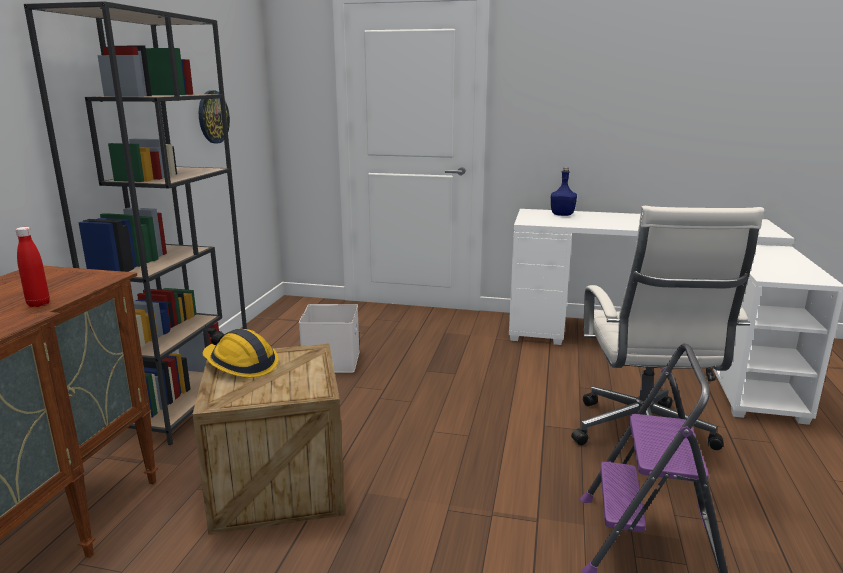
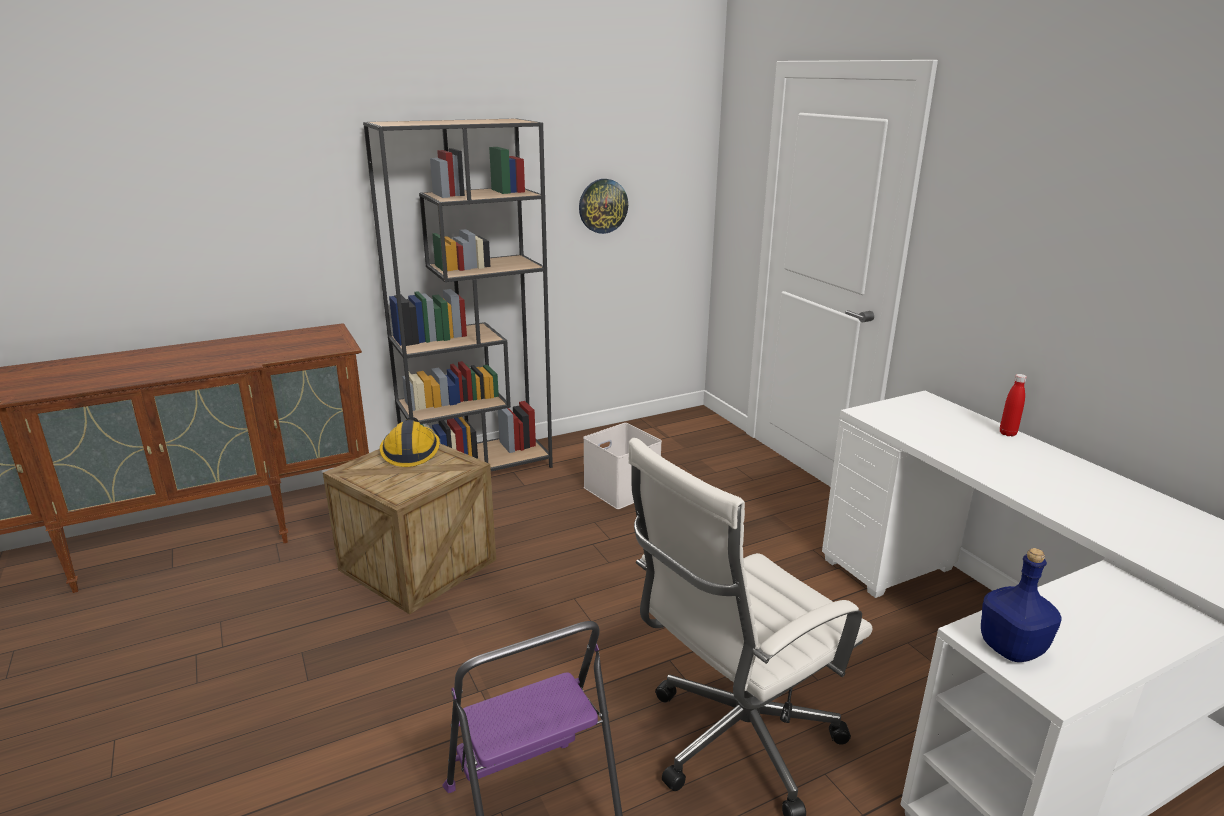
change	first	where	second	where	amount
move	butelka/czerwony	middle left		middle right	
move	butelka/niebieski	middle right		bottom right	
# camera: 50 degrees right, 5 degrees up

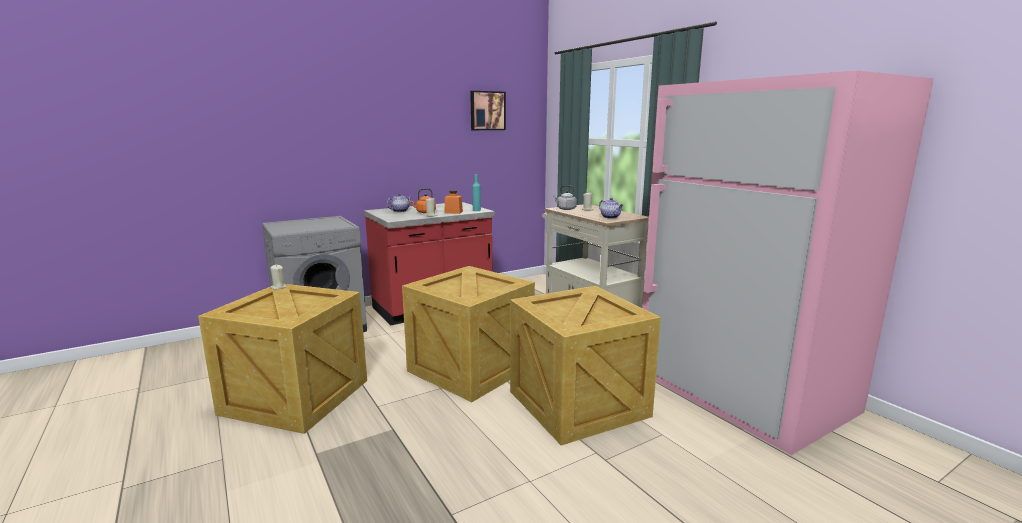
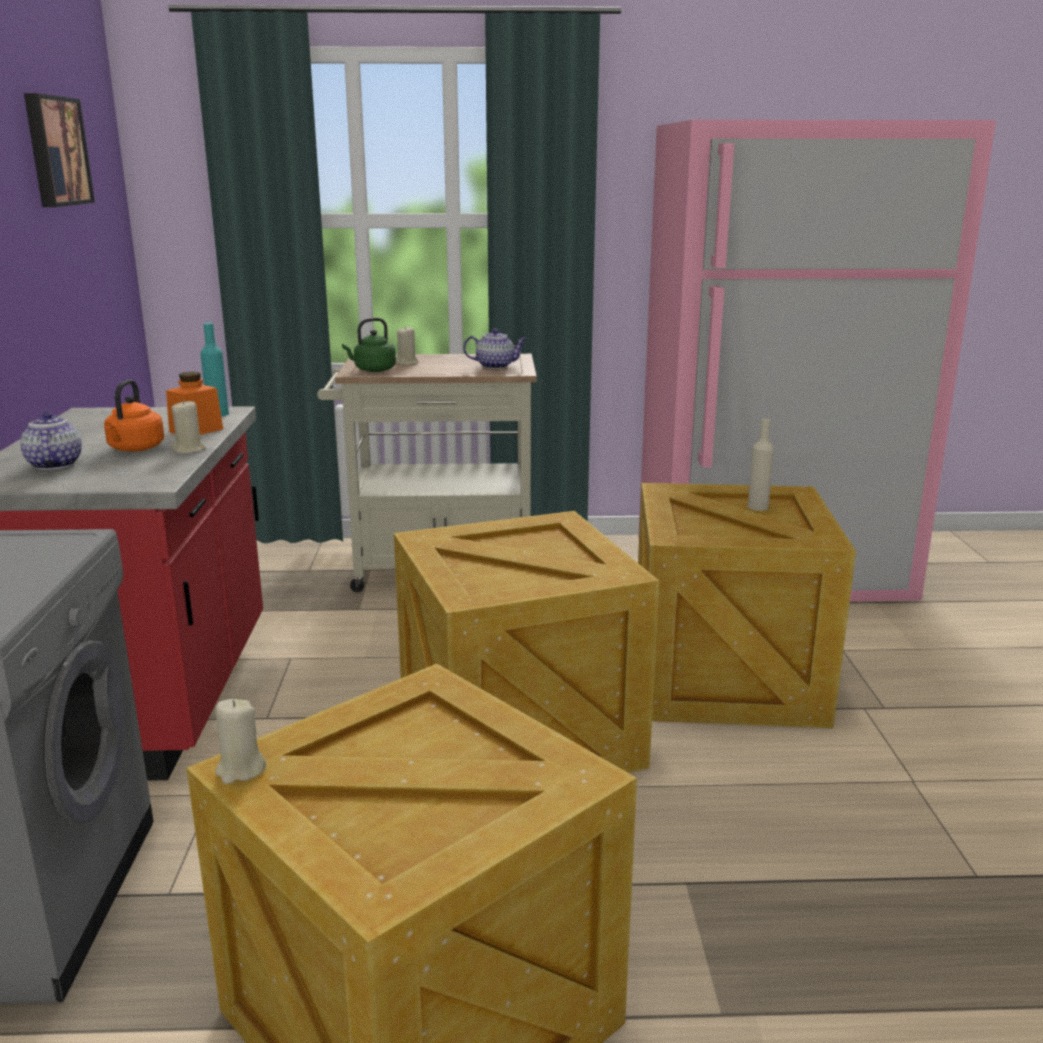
change	first	where	second	where	amount
recolor	czajnik/szary	centre	czajnik/zielony	top centre	
insert			butelka/beżowy	middle right	
# camera: 60 degrees left, 5 degrees up

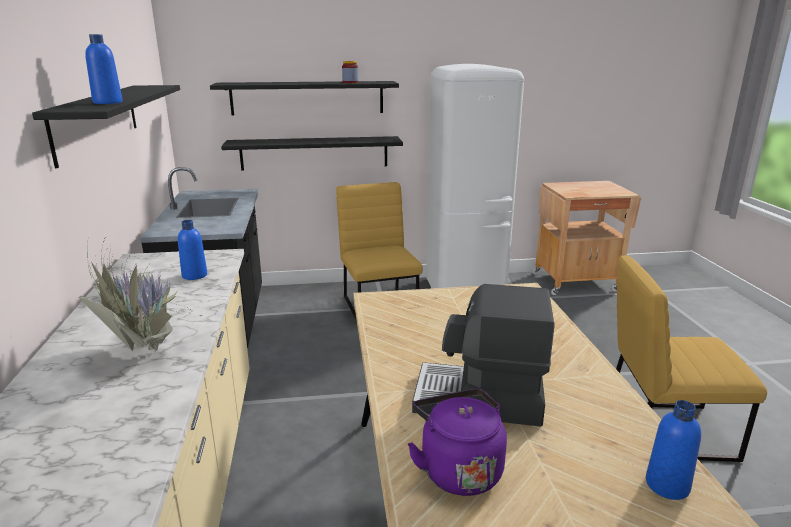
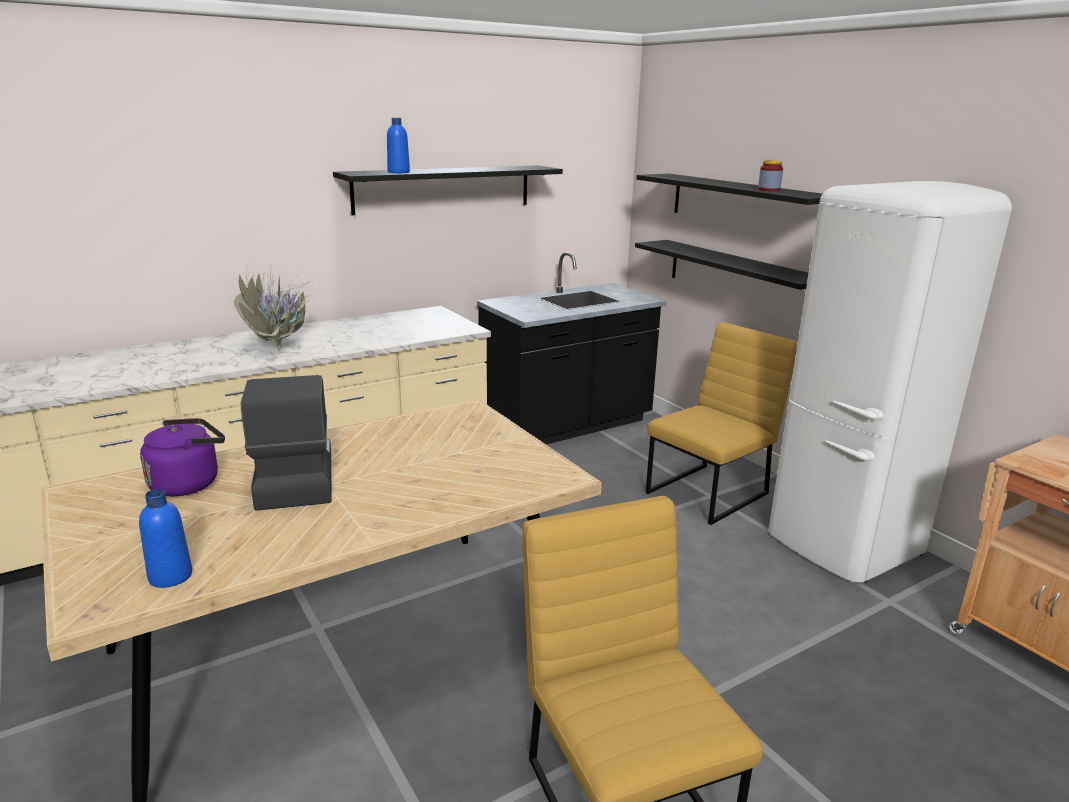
change	first	where	second	where	amount
delete	butelka/niebieski (2nd from left)	middle left			
# camera: 65 degrees right, 0 degrees up

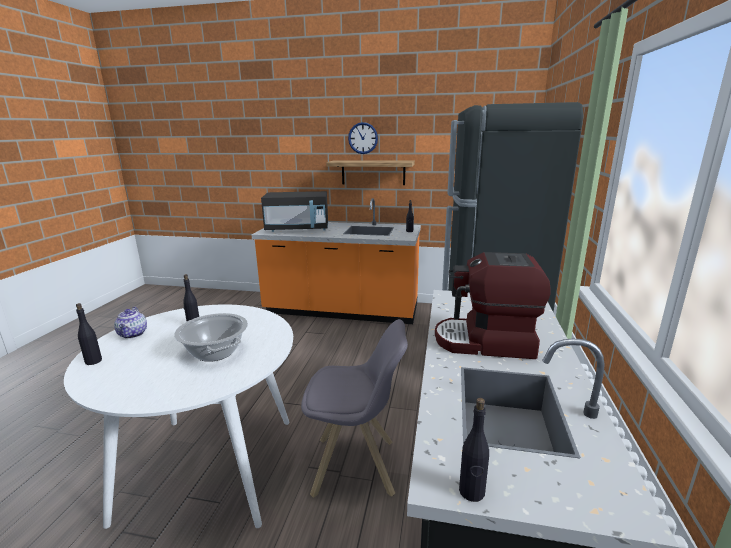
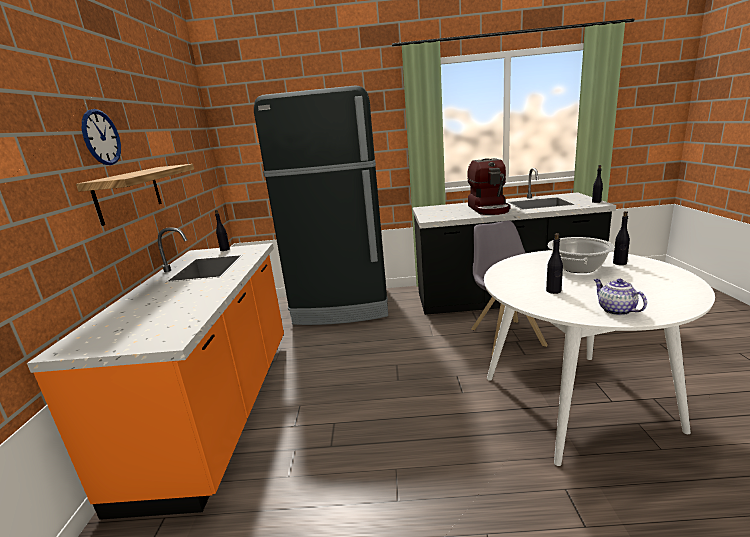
change	first	where	second	where	amount
move	butelka/czarny (1st from left in the first image)	middle left	butelka/czarny (4th from left)	middle right	
rotate	imbryk	middle left		middle right	90 degrees counterclockwise
delete	mikrofalówka/czarny	centre			
# camera: 100 degrees left, 0 degrees up

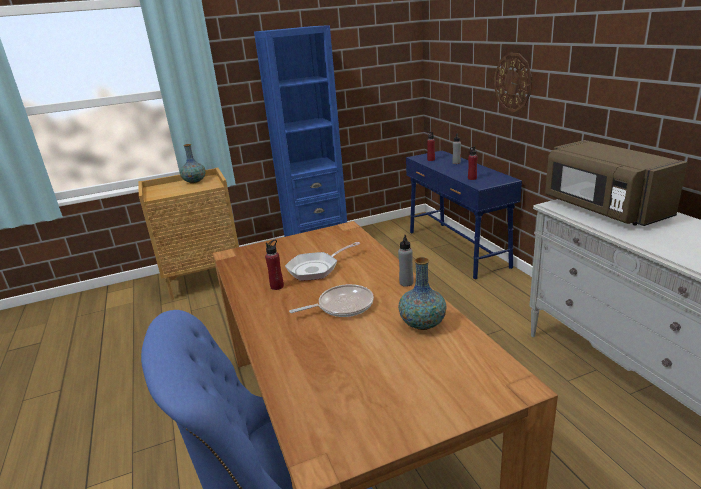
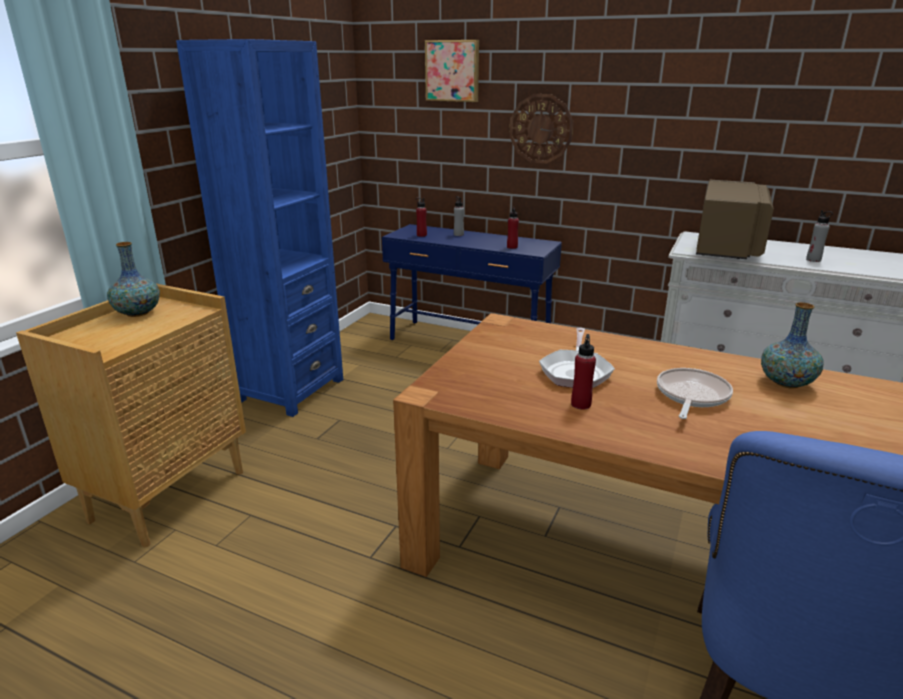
change	first	where	second	where	amount
move	butelka/szary (1st from left in the first image)	centre	butelka/szary (2nd from left)	middle right	
rotate	mikrofalówka/brązowy	middle right		top right	90 degrees counterclockwise
insert			obraz	top centre	
# camera: 45 degrees left, 0 degrees up

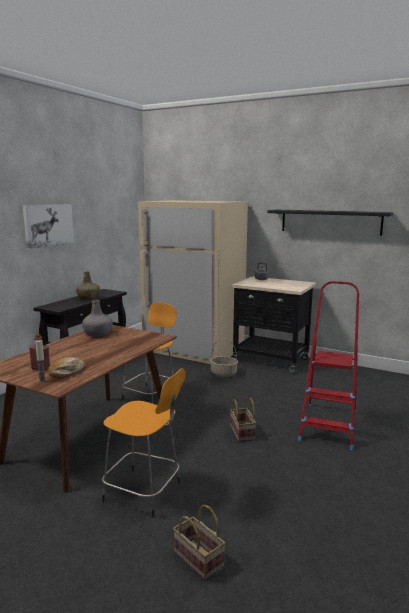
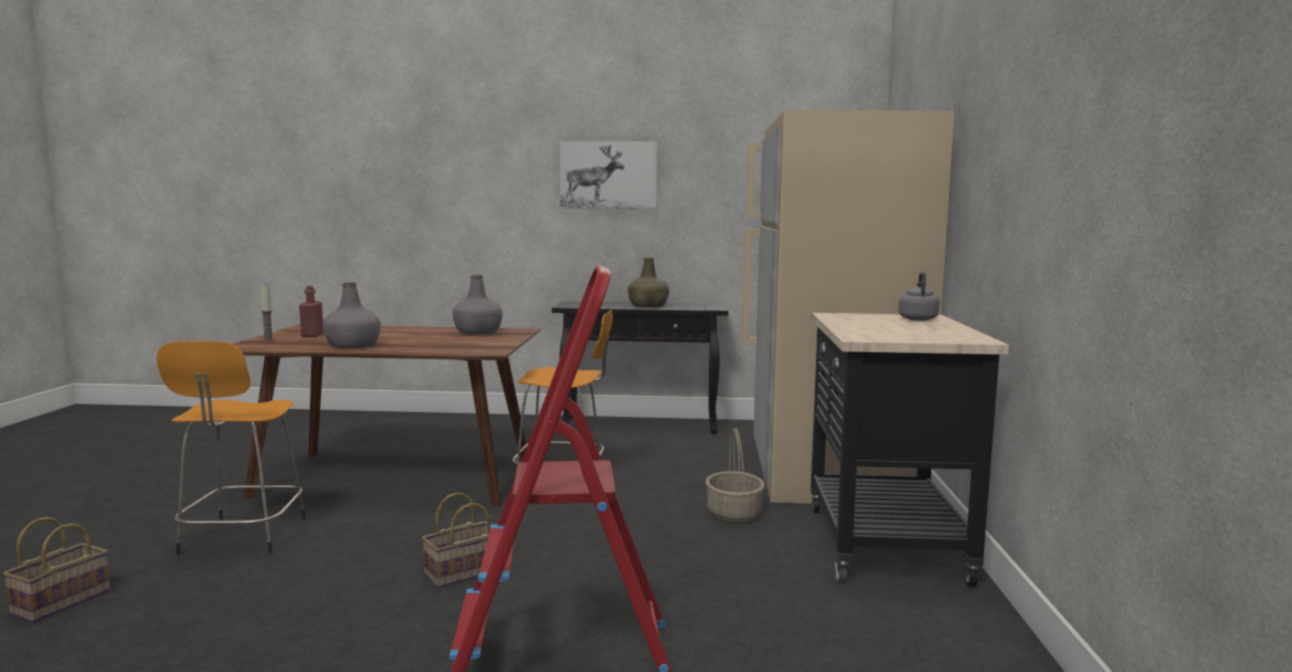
change	first	where	second	where	amount
delete	chleb	middle left			
delete	półka/czarny	middle right			
insert			butelka/szary (1st from left)	middle left	
# camera: 65 degrees right, 5 degrees down

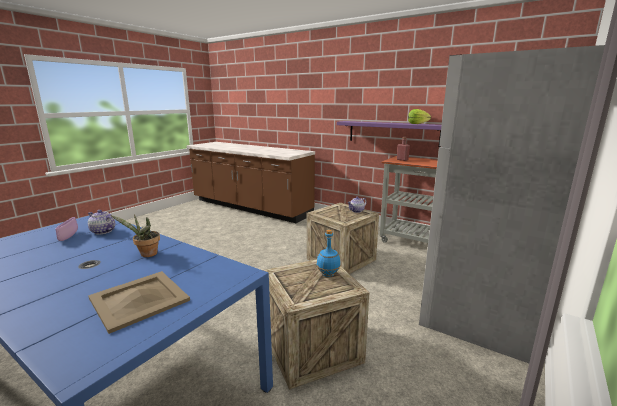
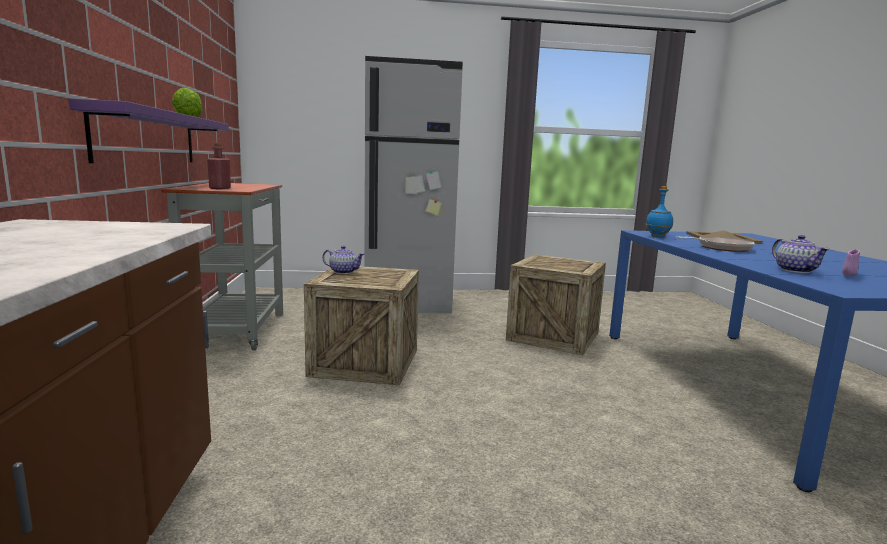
change	first	where	second	where	amount
replace	roślina doniczkowa	middle left	patelnia	middle right	
move	butelka/niebieski	centre		middle right	
# camera: 130 degrees left, 5 degrees down

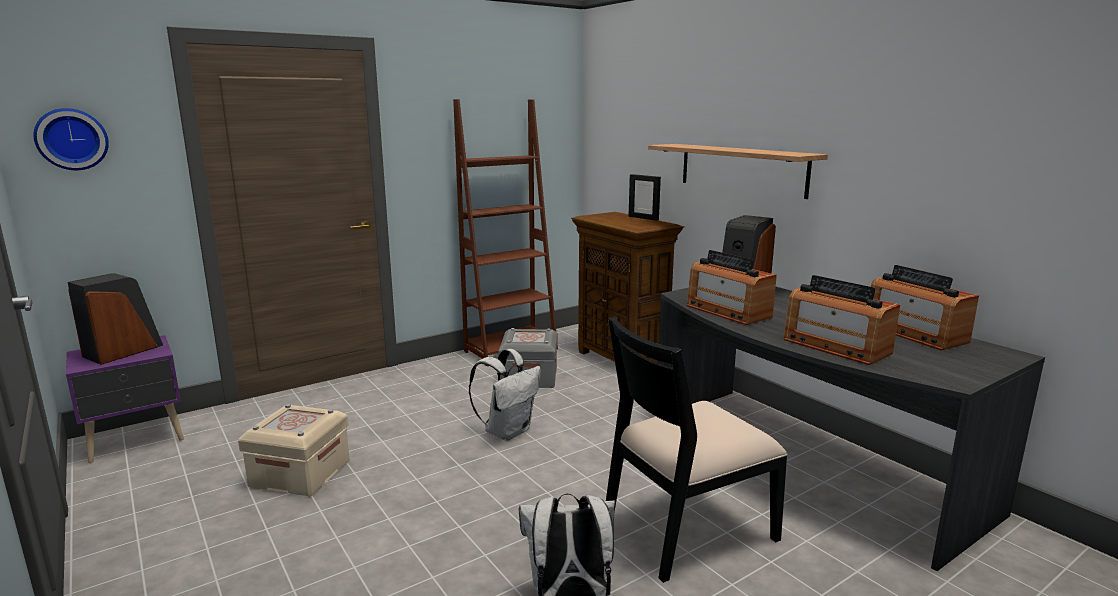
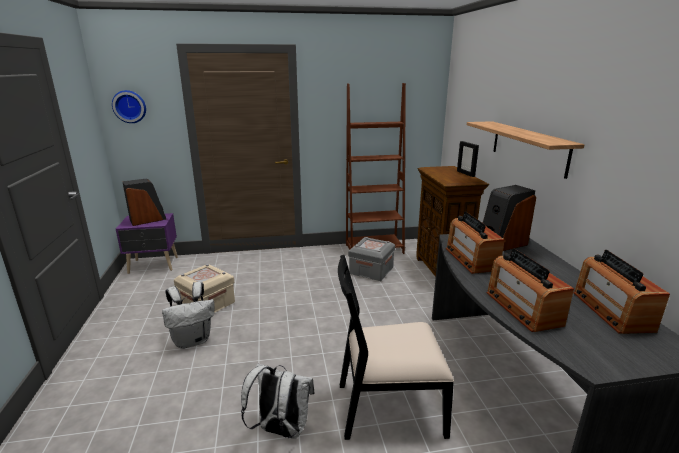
change	first	where	second	where	amount
move	plecak/biały (1st from left)	centre		bottom left	
# camera: 25 degrees right, 5 degrees up

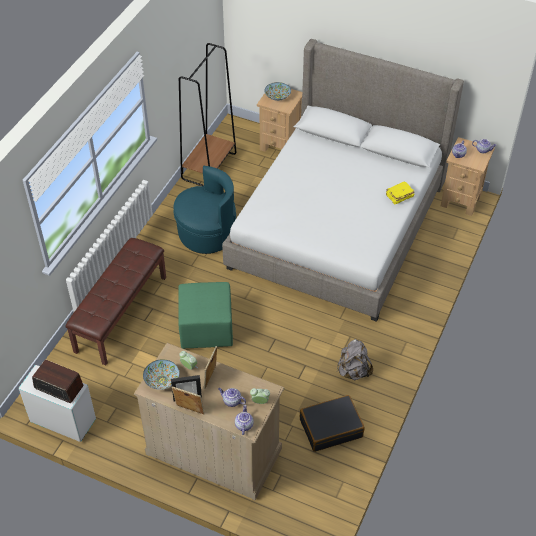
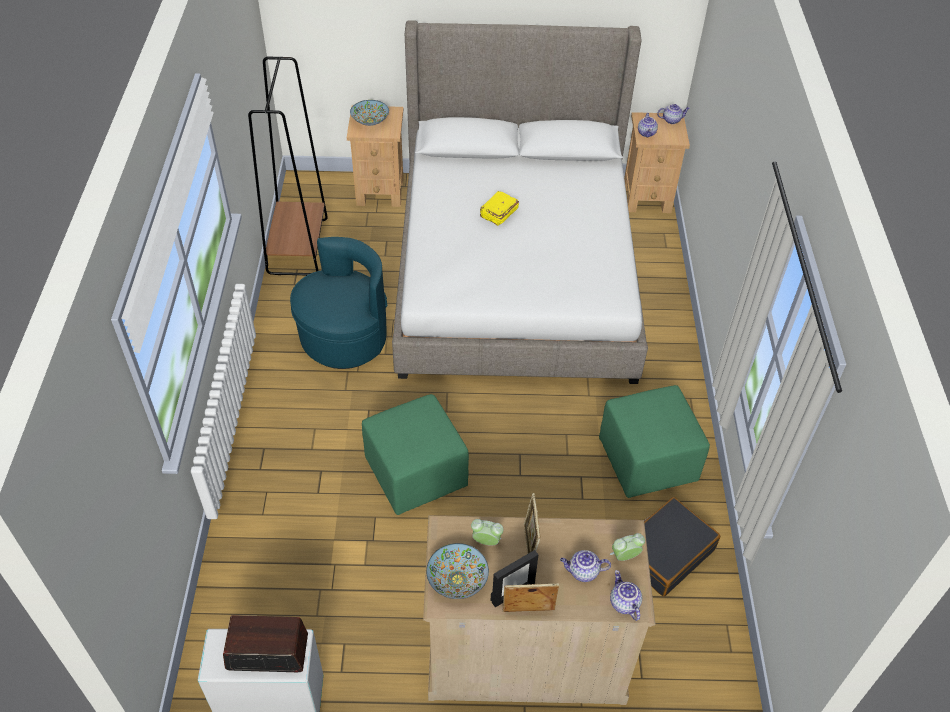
change	first	where	second	where	amount
delete	ławka/brązowy	middle left			
replace	plecak/szary	bottom centre	pufa/zielony (2nd from left)	middle right	
move	książka/żółty	middle right		top centre	
# camera: 25 degrees left, 0 degrees up

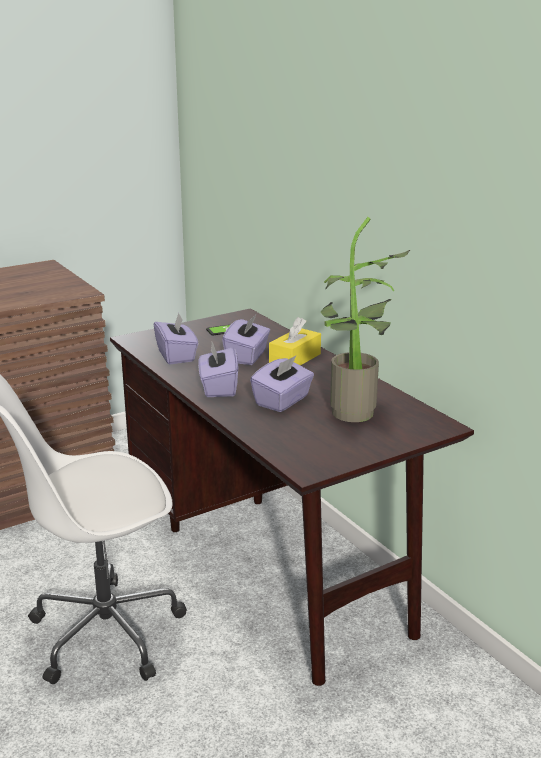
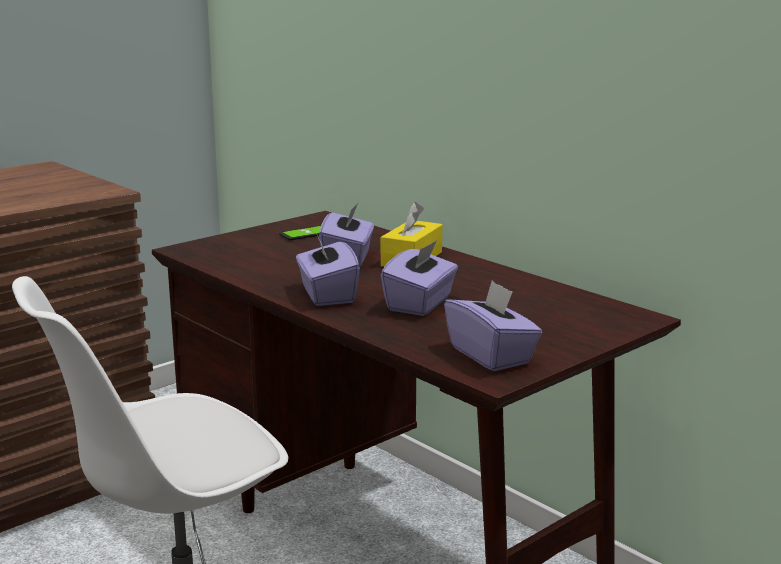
change	first	where	second	where	amount
move	pudełko chusteczek/fioletowy (1st from left in the first image)	middle left	pudełko chusteczek/fioletowy (4th from left)	centre	
delete	roślina doniczkowa	middle right			
# camera: 10 degrees left, 5 degrees down

